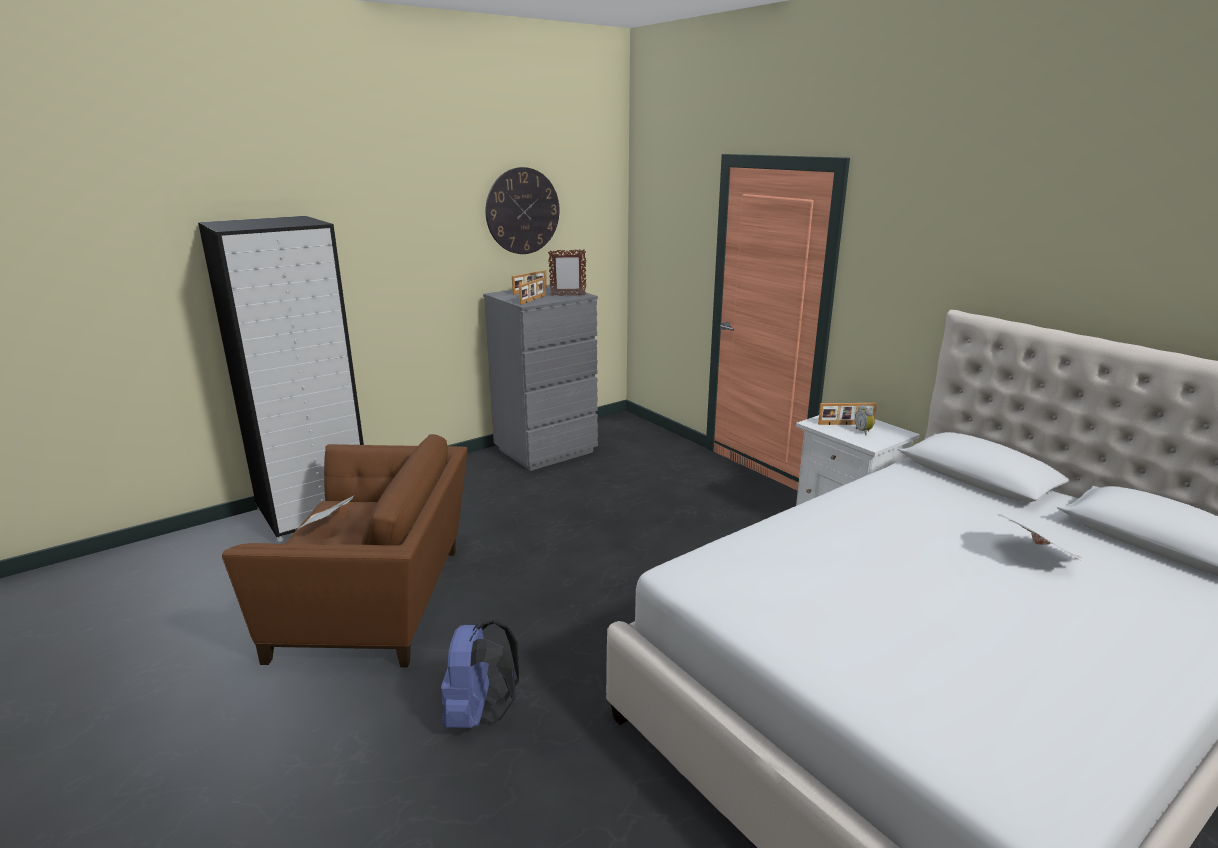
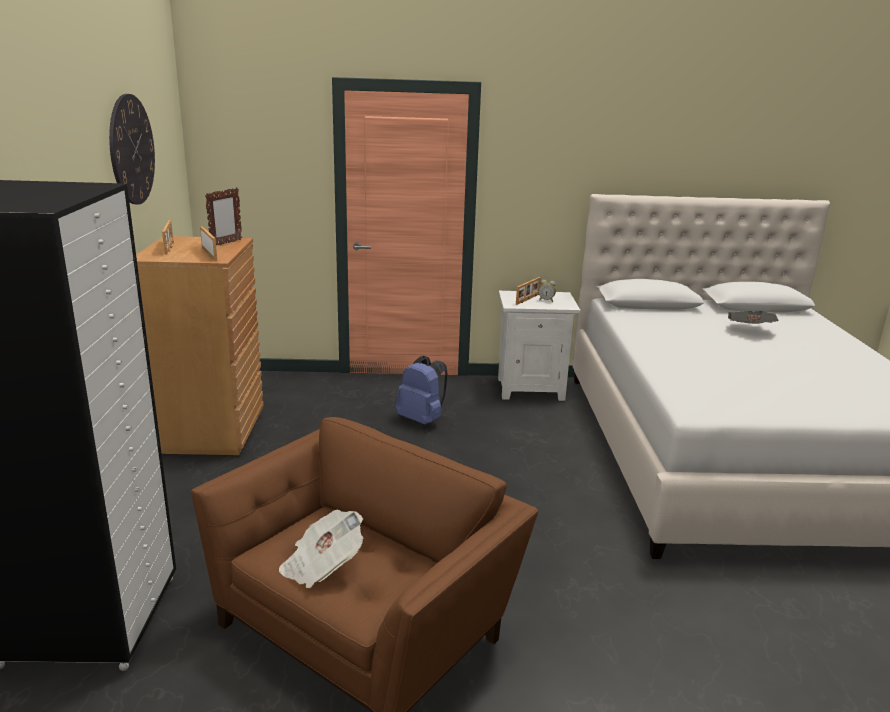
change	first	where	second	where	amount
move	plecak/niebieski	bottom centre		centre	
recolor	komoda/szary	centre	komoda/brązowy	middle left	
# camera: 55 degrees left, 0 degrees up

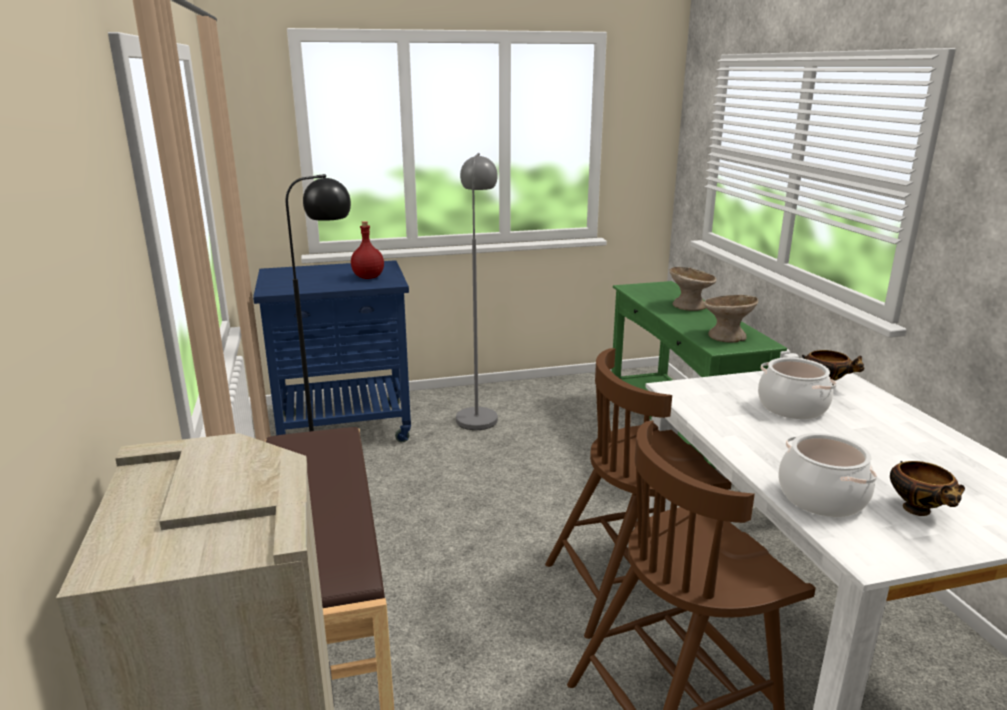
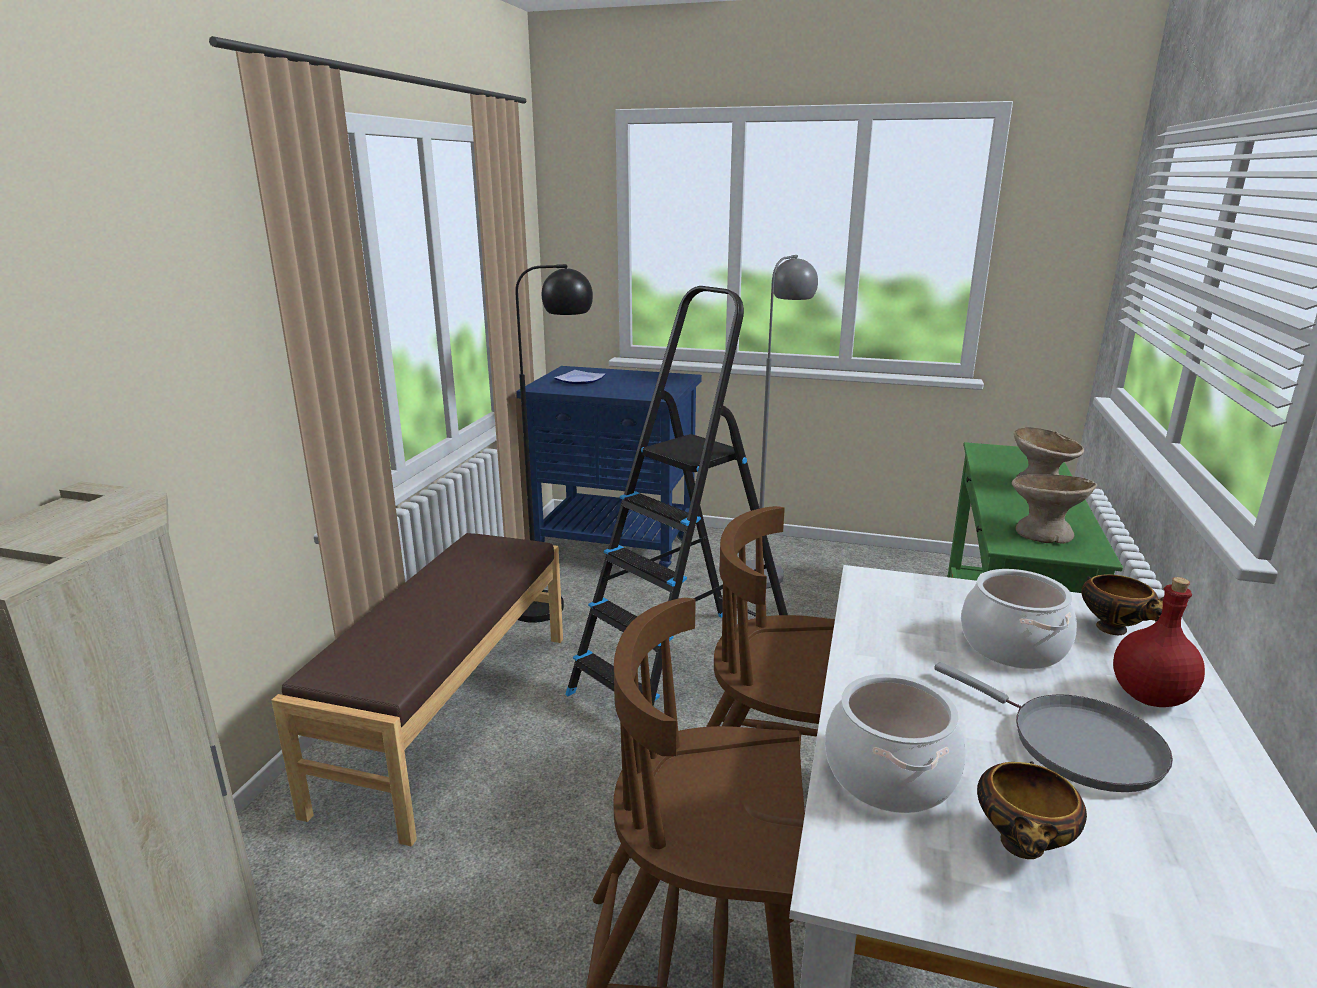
change	first	where	second	where	amount
move	butelka/czerwony	centre		middle right	
insert			talerz	centre	
insert			drabinka/czarny	centre	
insert			patelnia/szary	bottom right	
# camera: 30 degrees right, 0 degrees up

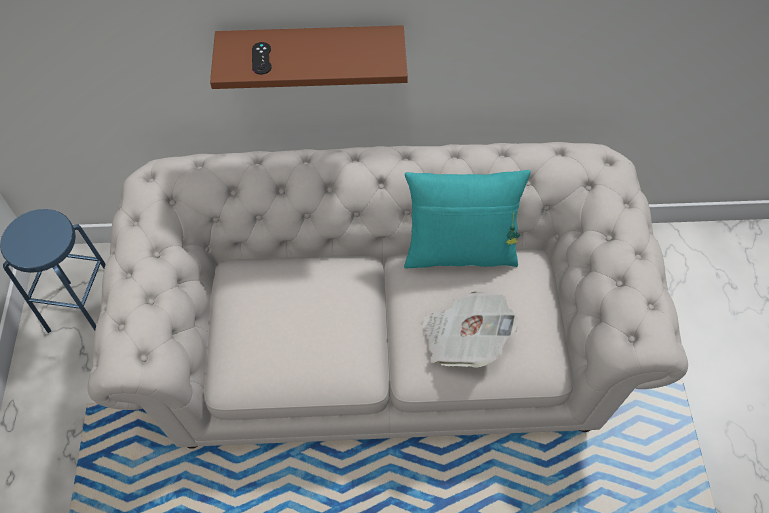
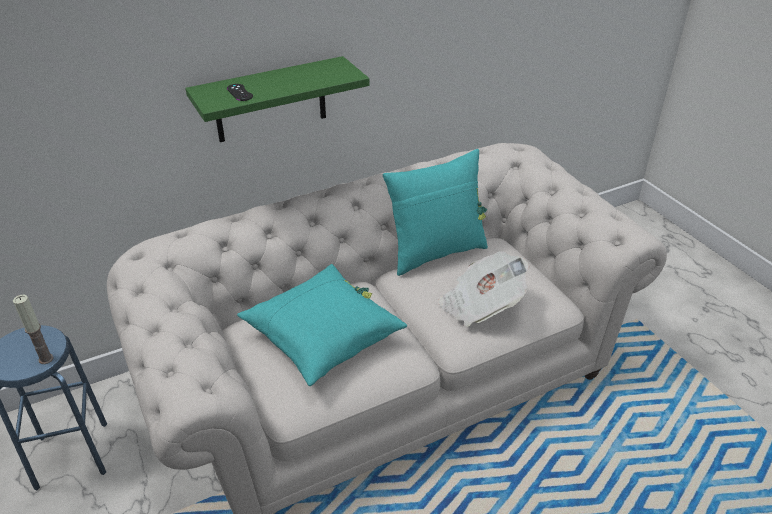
change	first	where	second	where	amount
recolor	półka/brązowy	top centre	półka/zielony	top centre	
insert			świeca	middle left	
insert			poduszka/turkusowy (1st from left)	centre	
# camera: 25 degrees left, 20 degrees down

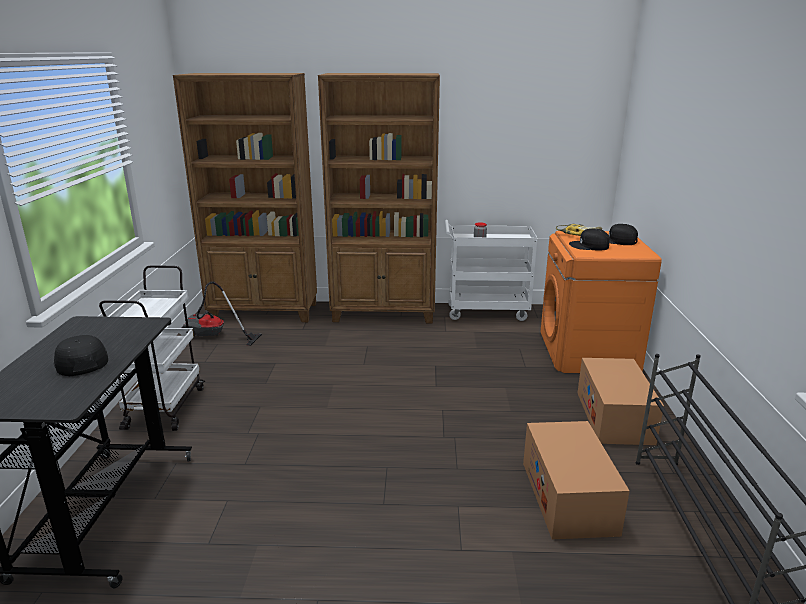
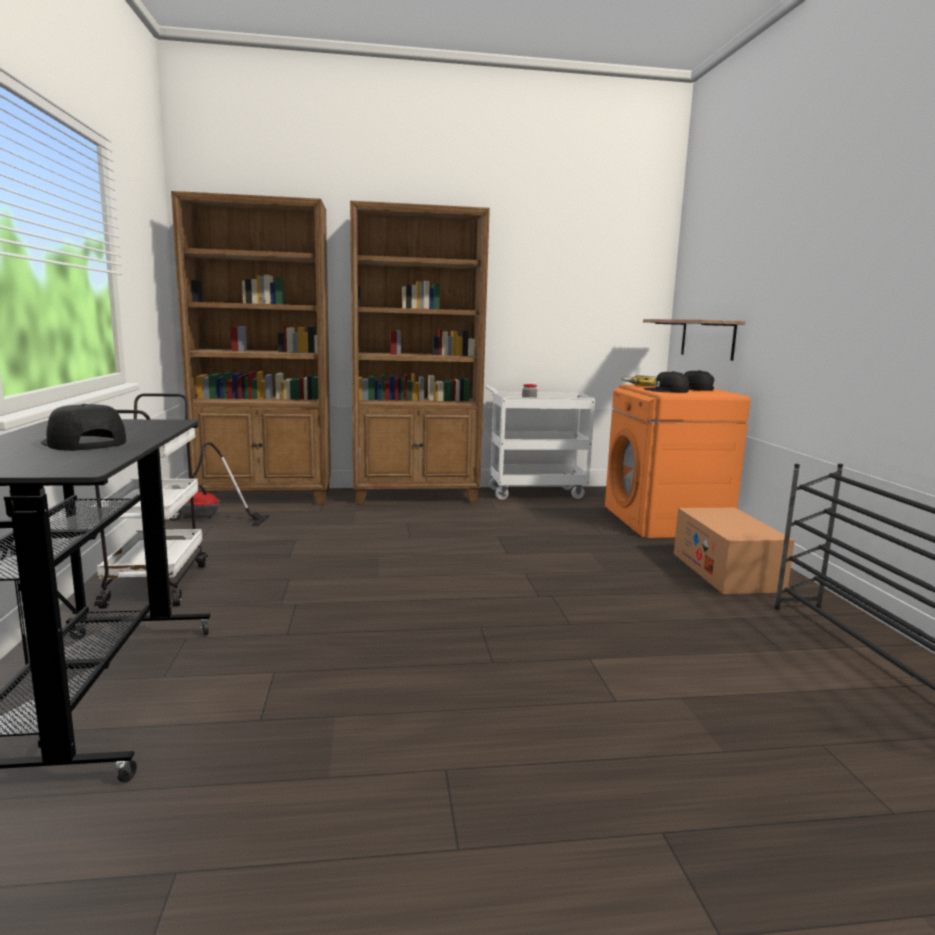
change	first	where	second	where	amount
delete	karton (1st from left)	bottom right			
insert			półka	middle right	
# camera: 10 degrees left, 10 degrees down

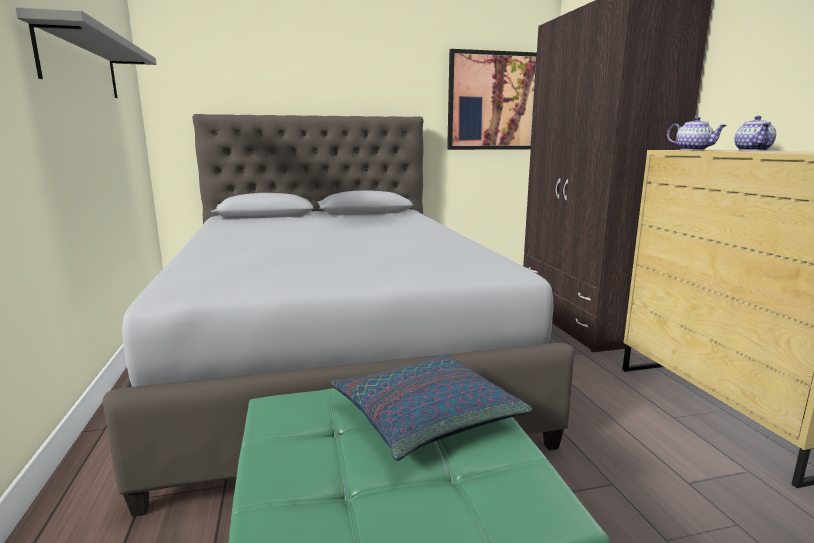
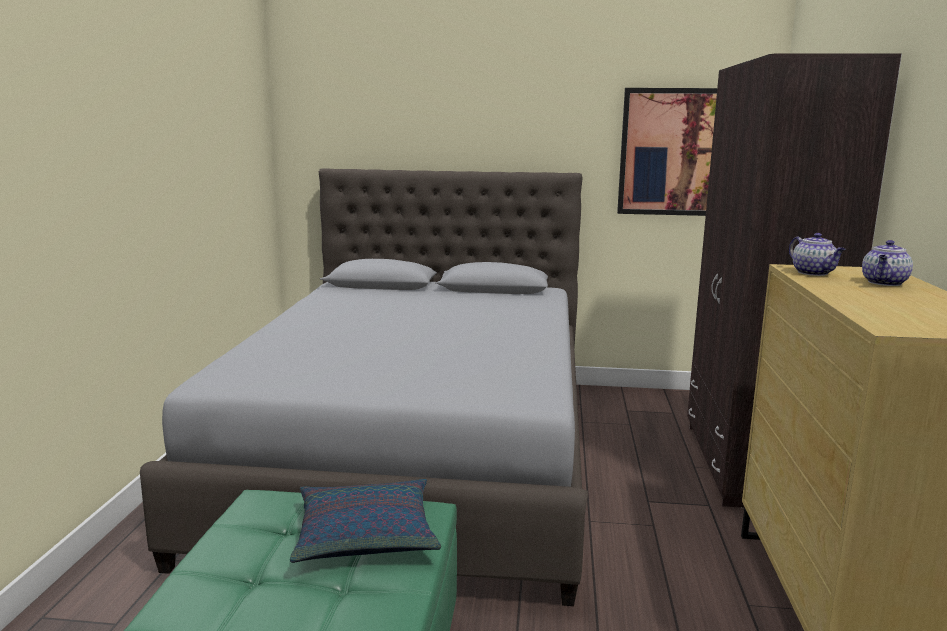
change	first	where	second	where	amount
delete	półka/szary	top left			
# camera: 20 degrees right, 0 degrees up

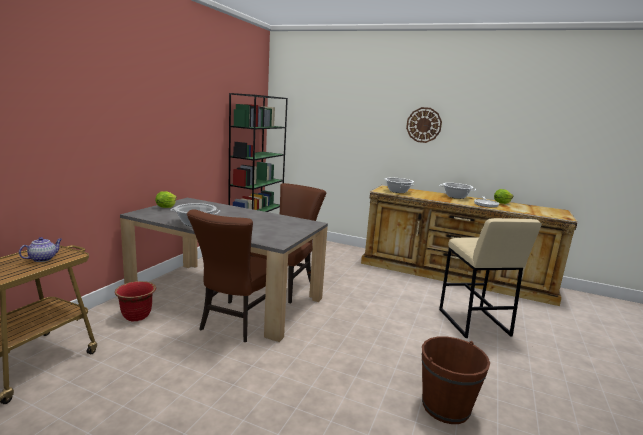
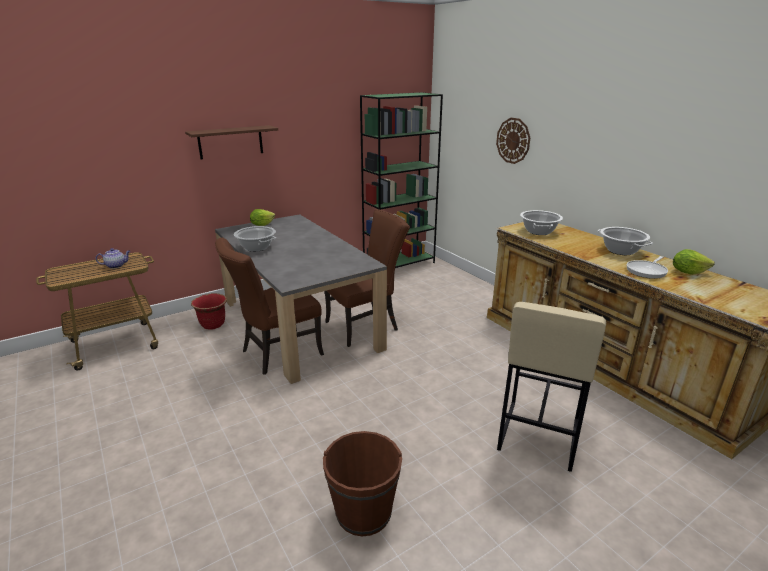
change	first	where	second	where	amount
move	zegar ścienny	top centre		top right	
insert			półka	top left	
# camera: 35 degrees right, 10 degrees up

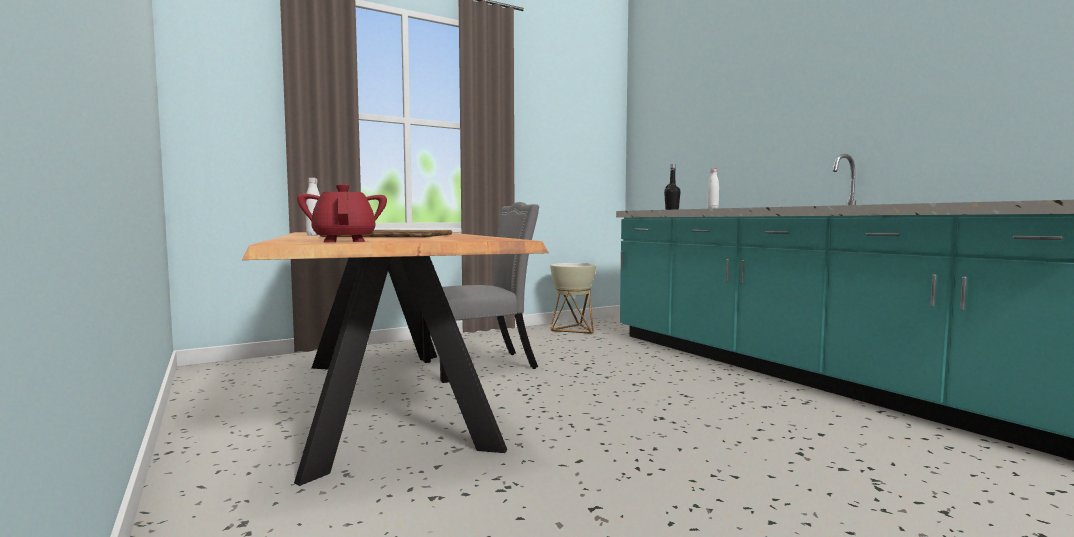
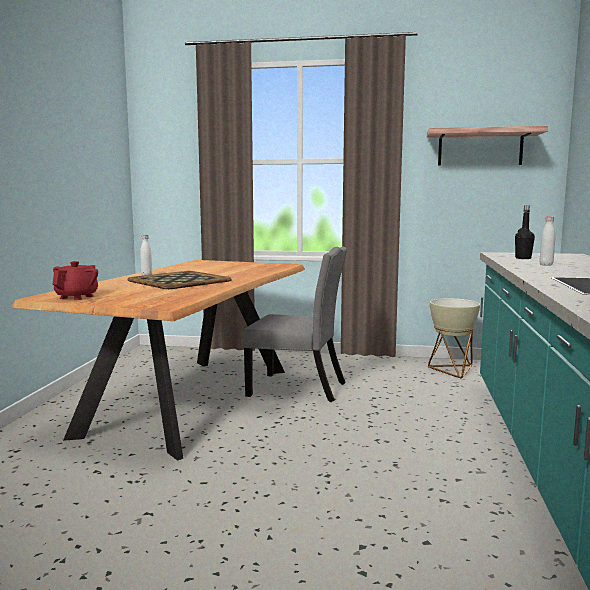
change	first	where	second	where	amount
insert			półka	top right	
# camera: 40 degrees right, 5 degrees up

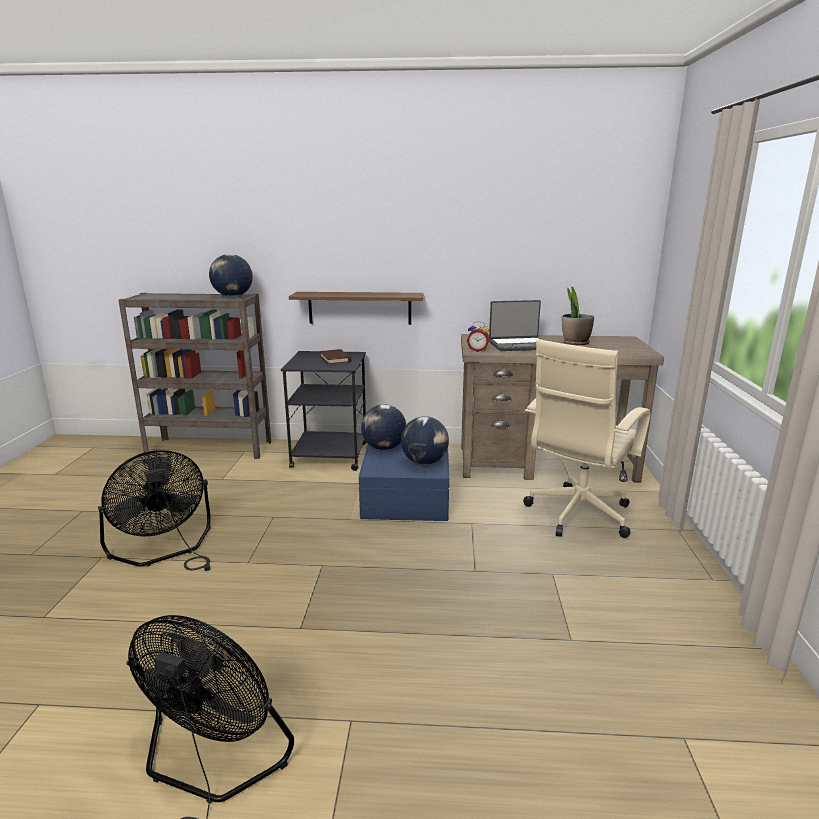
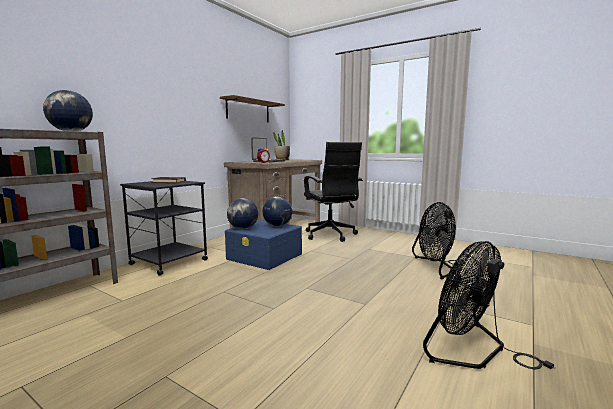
change	first	where	second	where	amount
move	wentylator/czarny (1st from left)	middle left		middle right	
move	półka/brązowy	centre		top centre	
recolor	krzesło biurowe/beżowy	middle right	krzesło biurowe/czarny	centre	
# camera: 60 degrees left, 10 degrees down

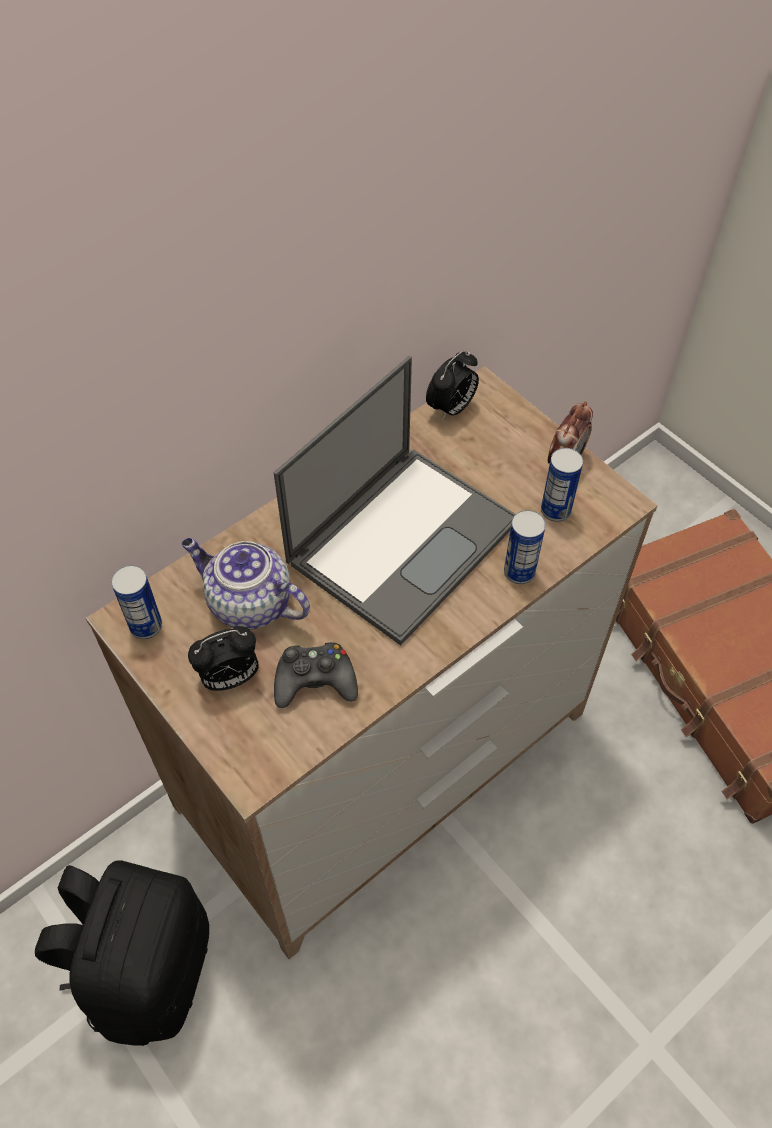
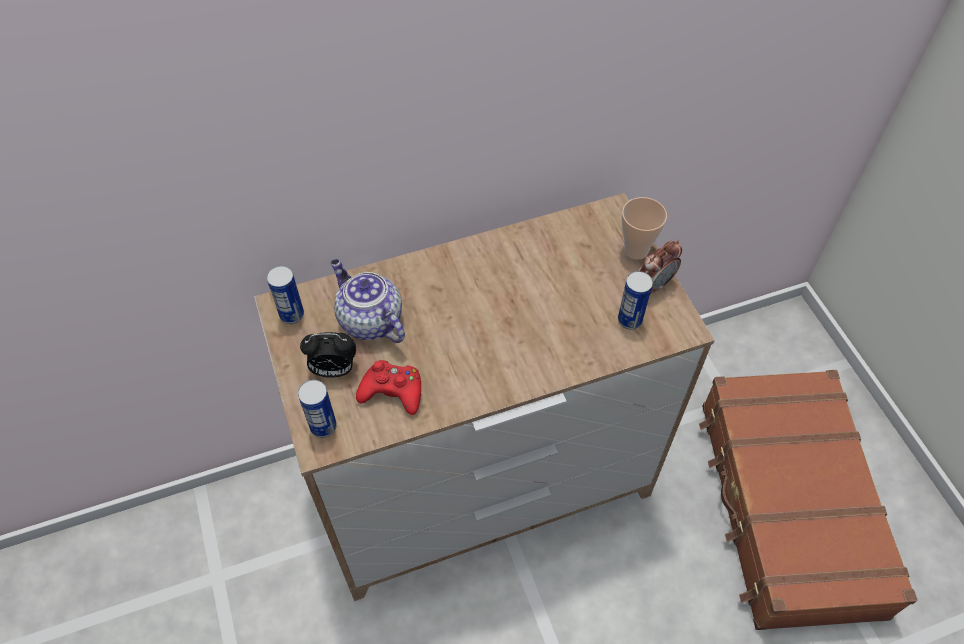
change	first	where	second	where	amount
delete	plecak/czarny	bottom left			
delete	laptop	centre			
recolor	pad do gier/czarny	centre	pad do gier/czerwony	centre	
delete	budzik (2nd from left)	centre			
move	puszka (2nd from left)	middle right		middle left	
insert			filiżanka	middle right	
# camera: 20 degrees right, 0 degrees up

